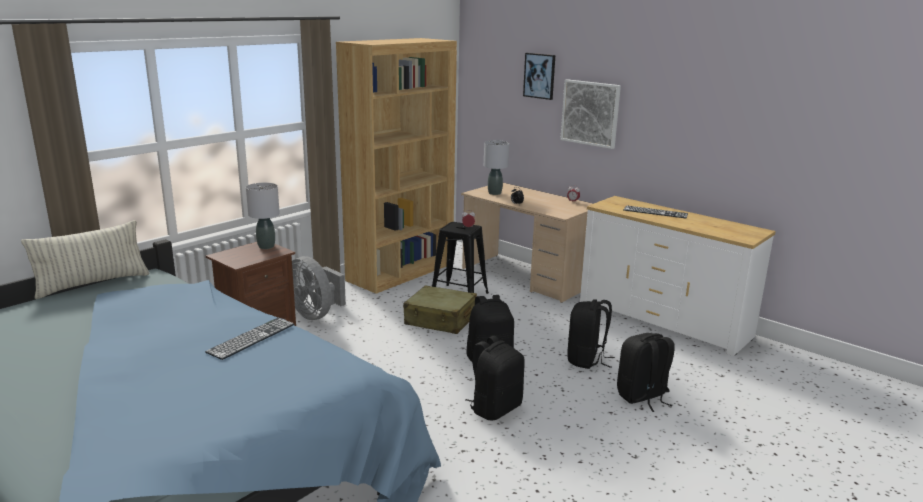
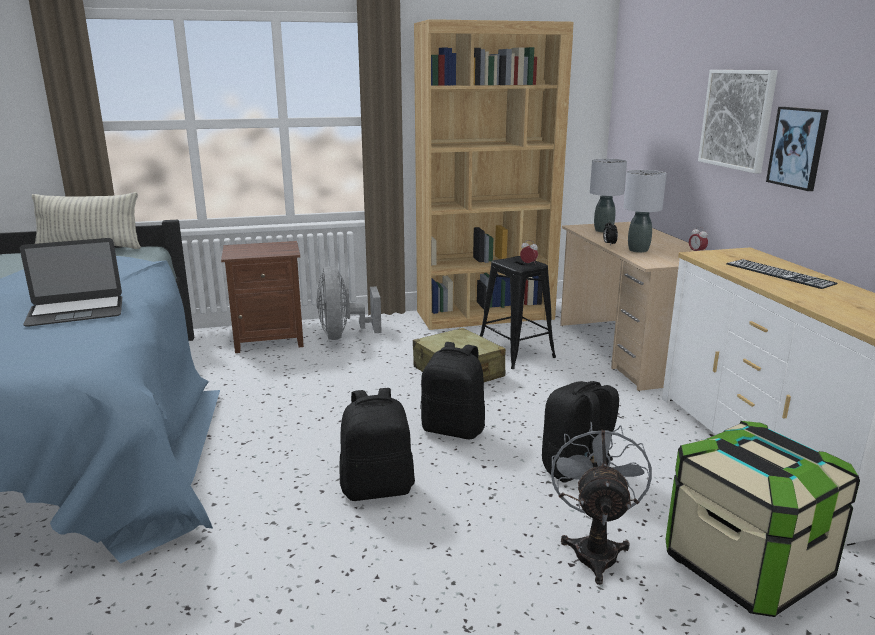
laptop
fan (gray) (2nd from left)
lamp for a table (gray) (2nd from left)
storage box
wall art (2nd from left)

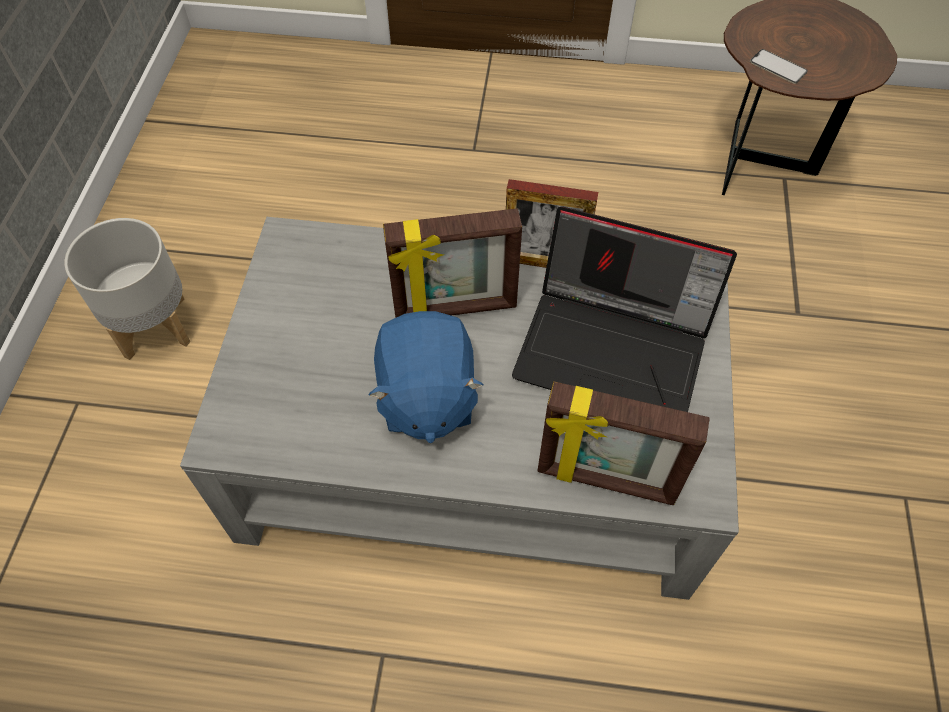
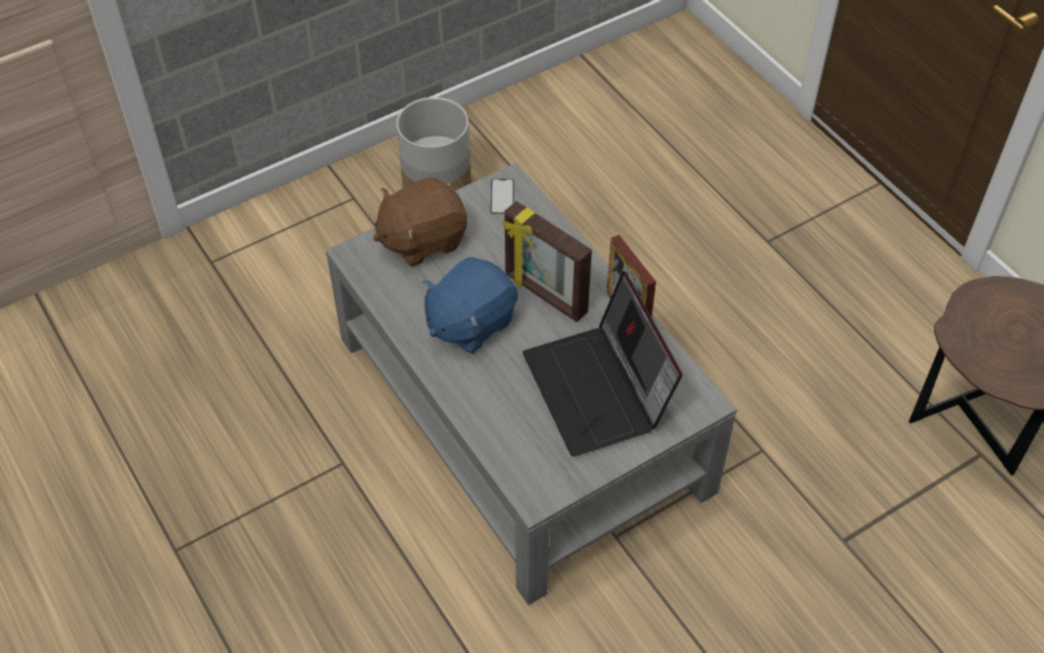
soft toy (brown-coloured)
telephone
standing frame (3rd from left in the first image)

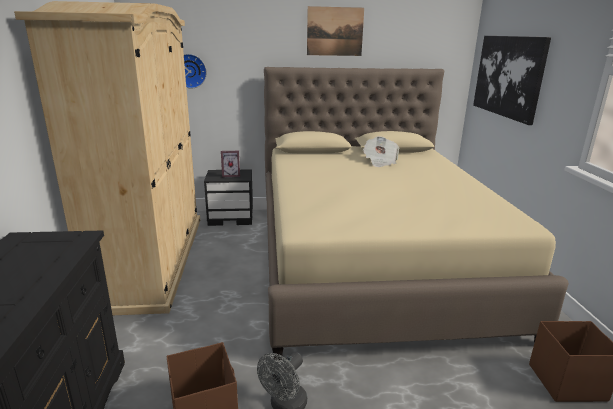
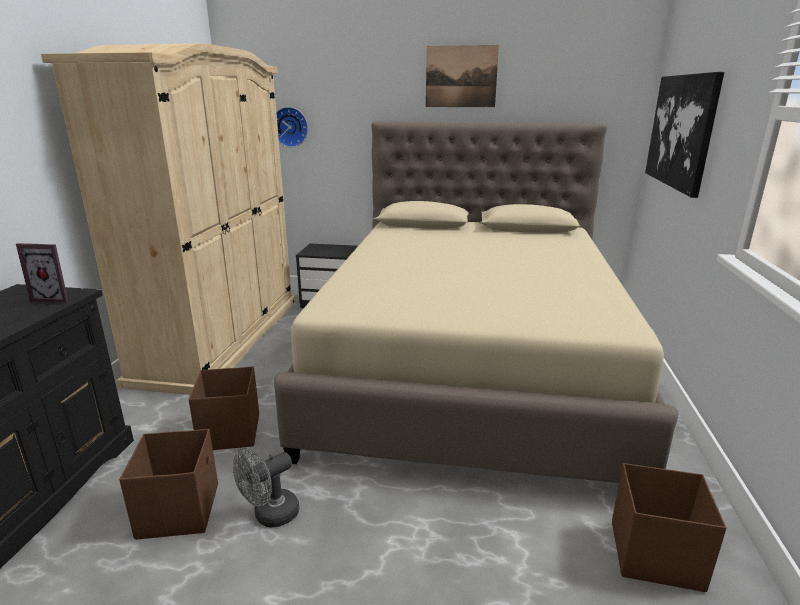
standing frame
storage box (brown-coloured) (2nd from left)
daily paper

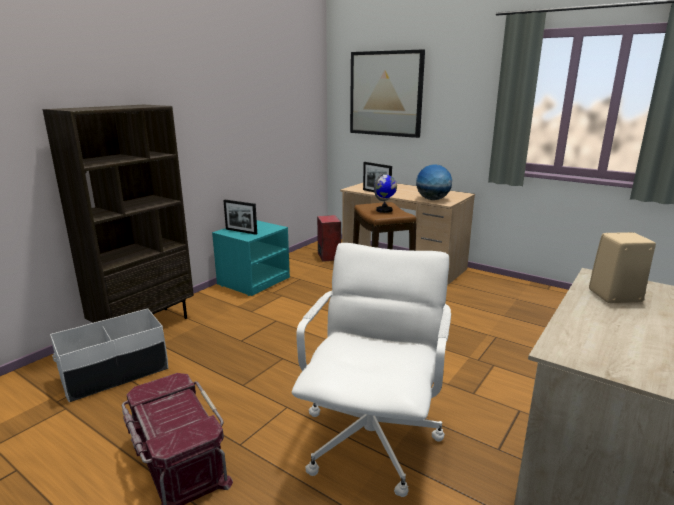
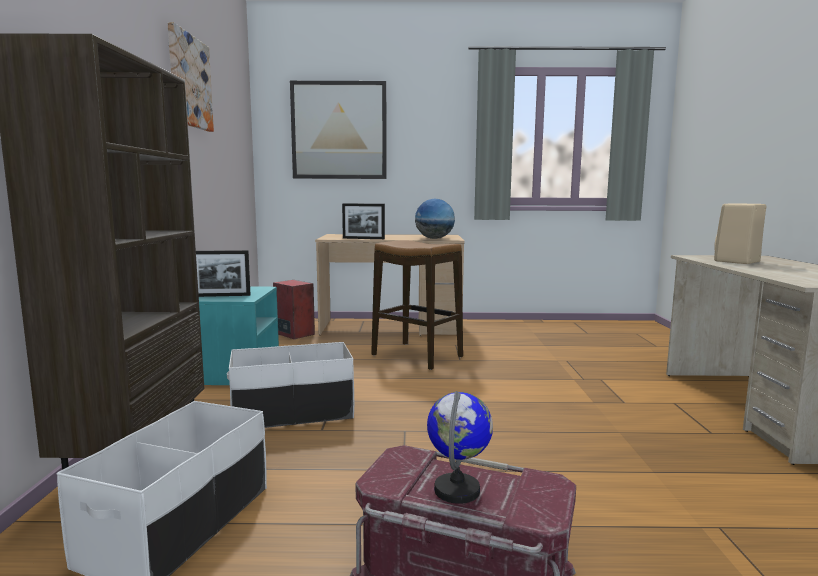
wall art (1st from left)
storage box (white-coloured) (2nd from left)
world globe (2nd from left)
computer chair (white-coloured)

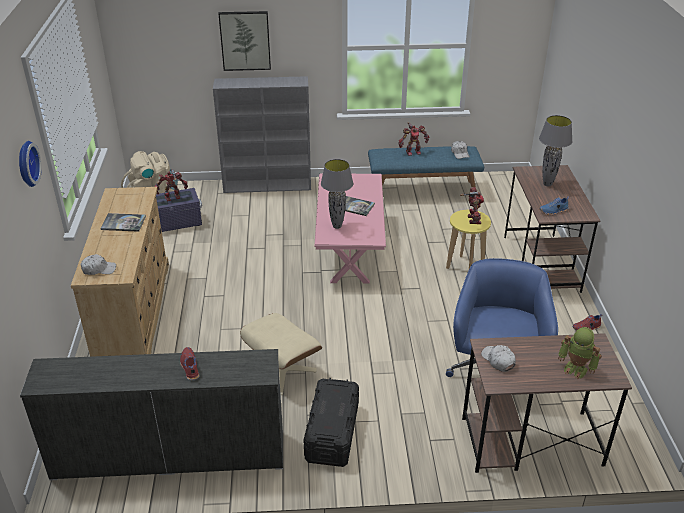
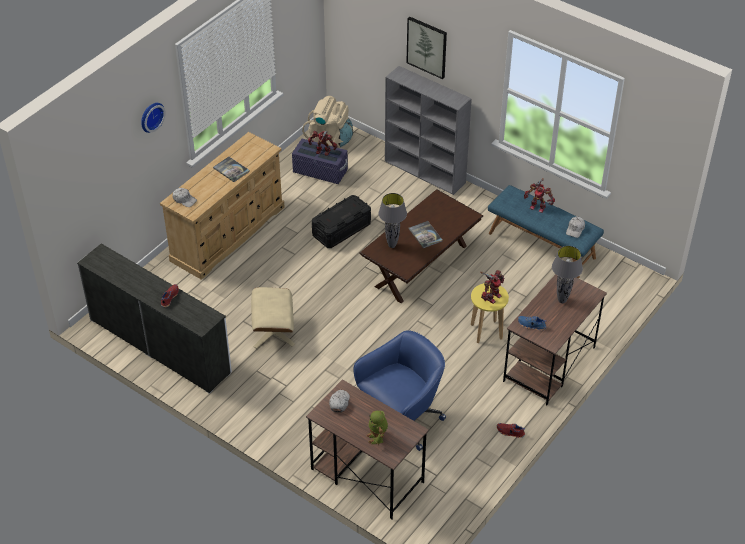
storage box (black)
coffee table (brown-coloured)

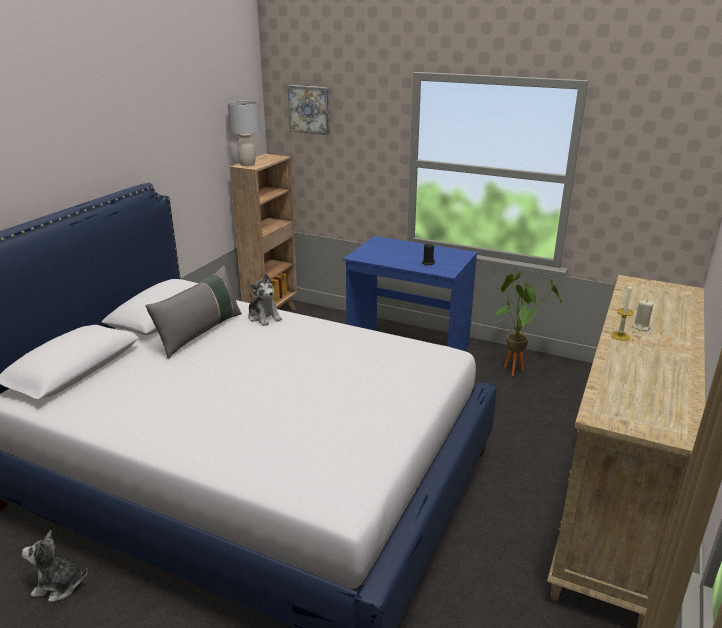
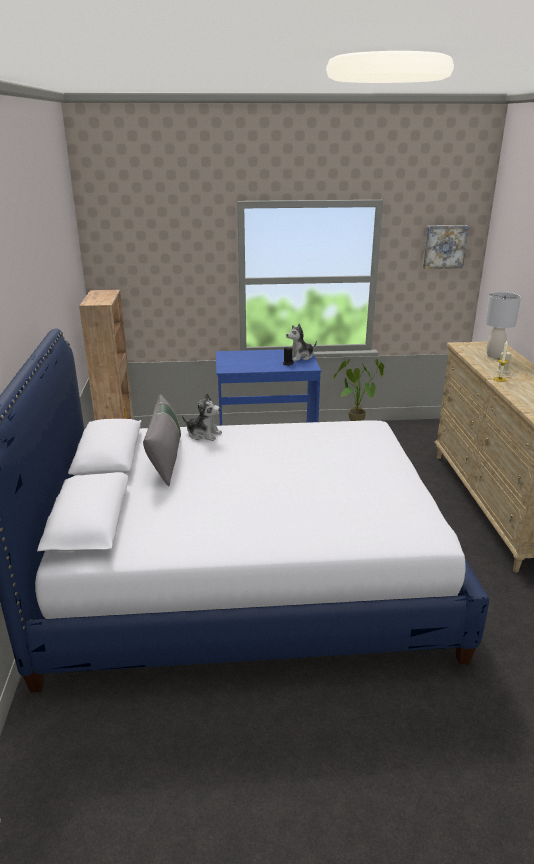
soft toy (2nd from left)
wall art
lamp for a table (gray)

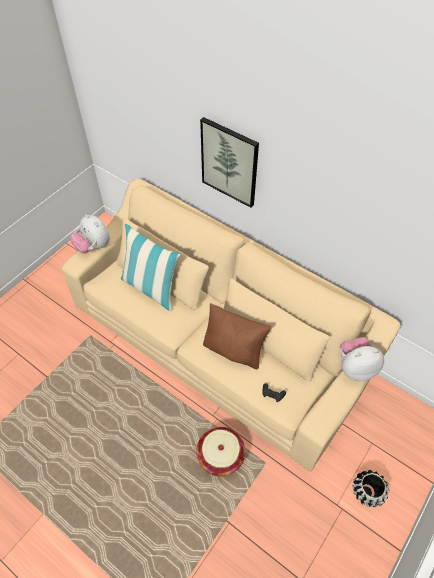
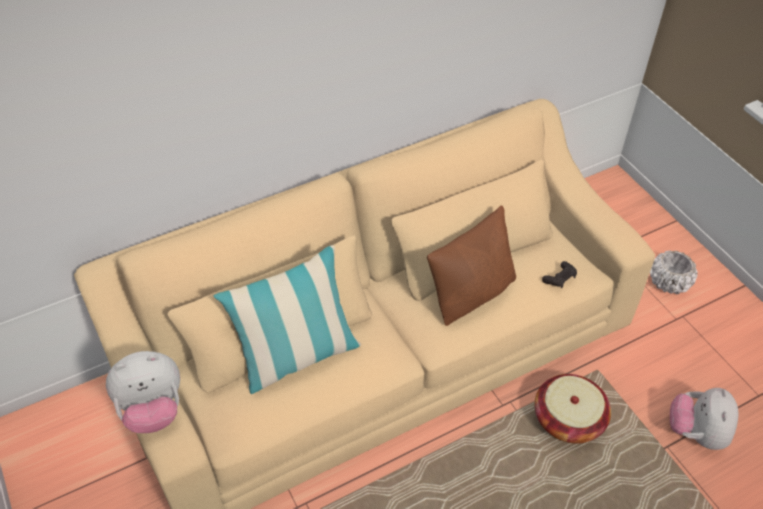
flower pot (white-coloured)
soft toy (2nd from left)
wall art

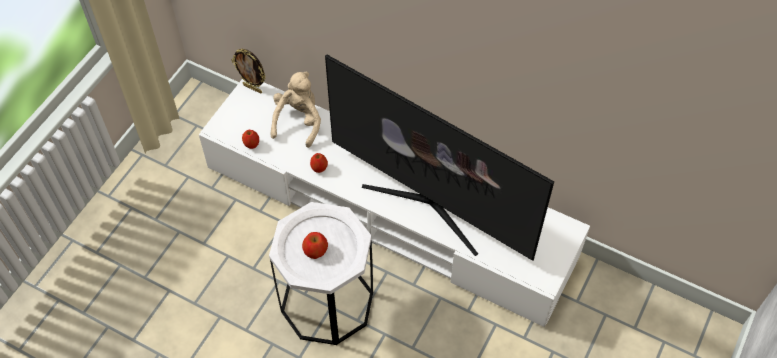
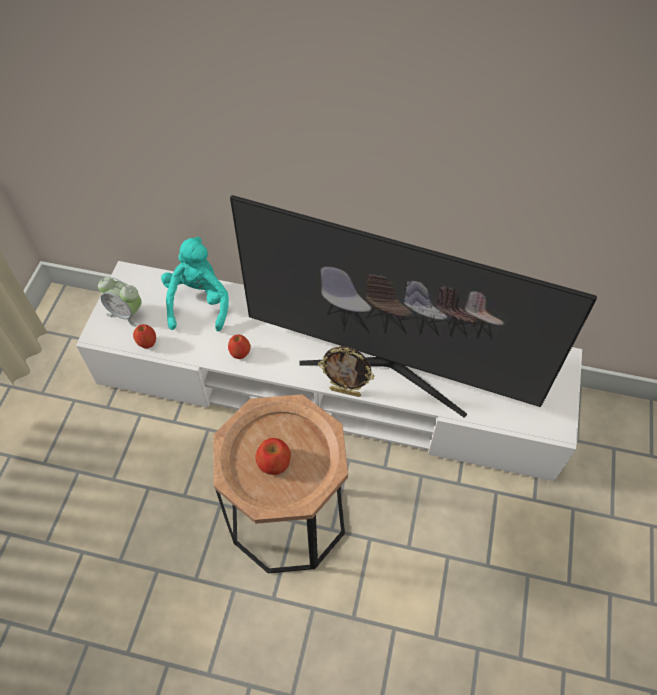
table clock
soft toy (turquoise-coloured)
side table (brown-coloured)
standing frame

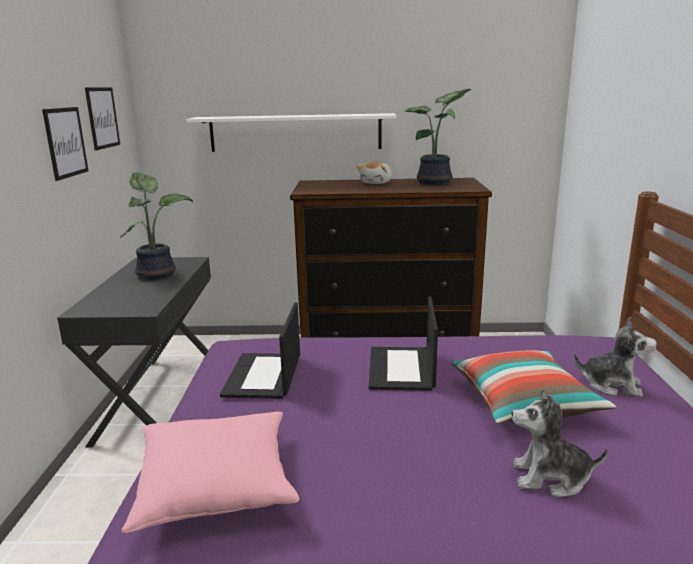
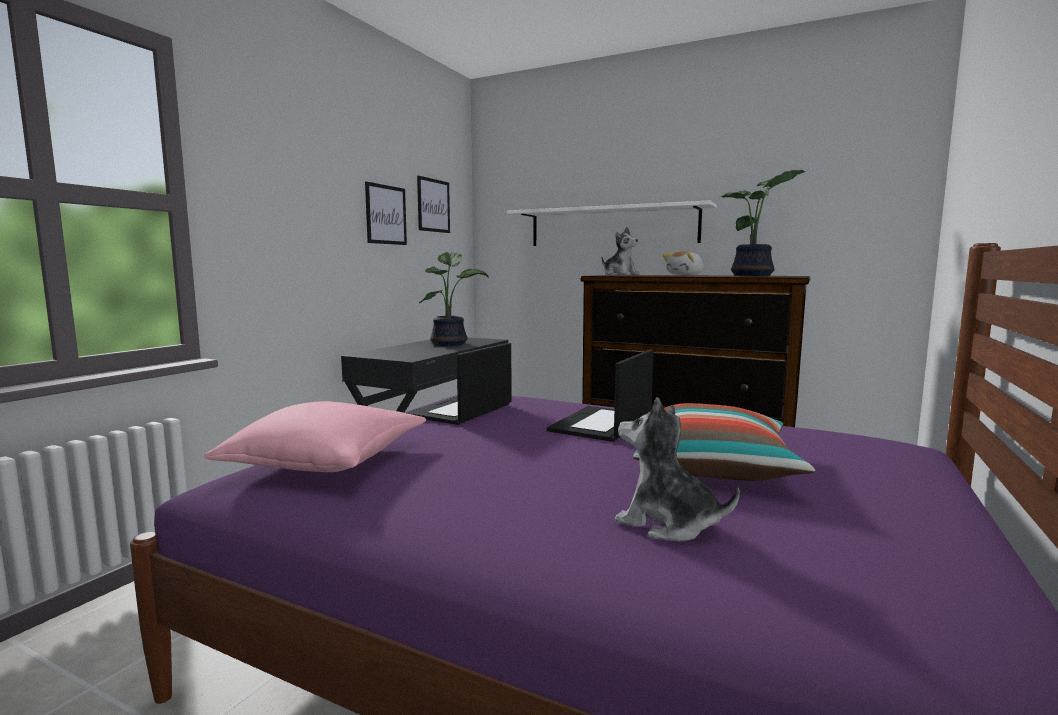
soft toy (1st from left)

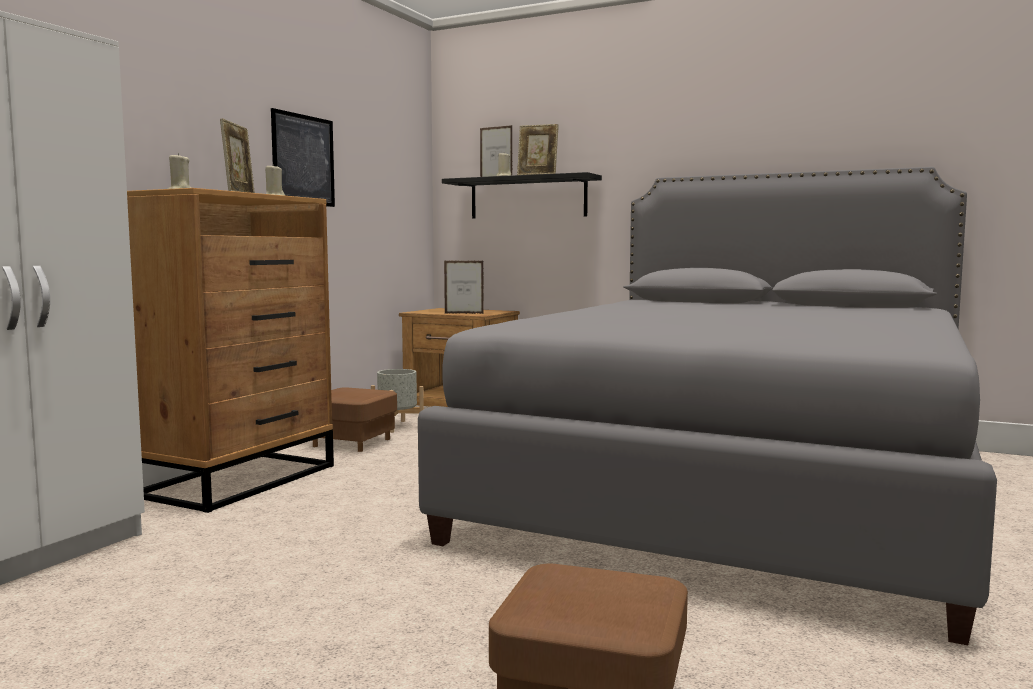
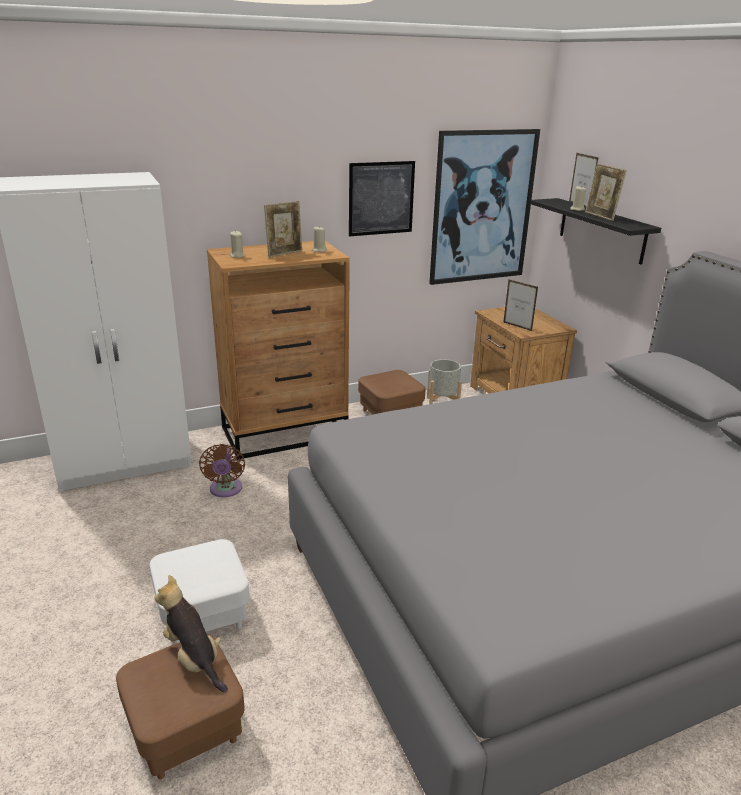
footrest (white-coloured)
soft toy
fan (brown-coloured)
wall art (2nd from left)

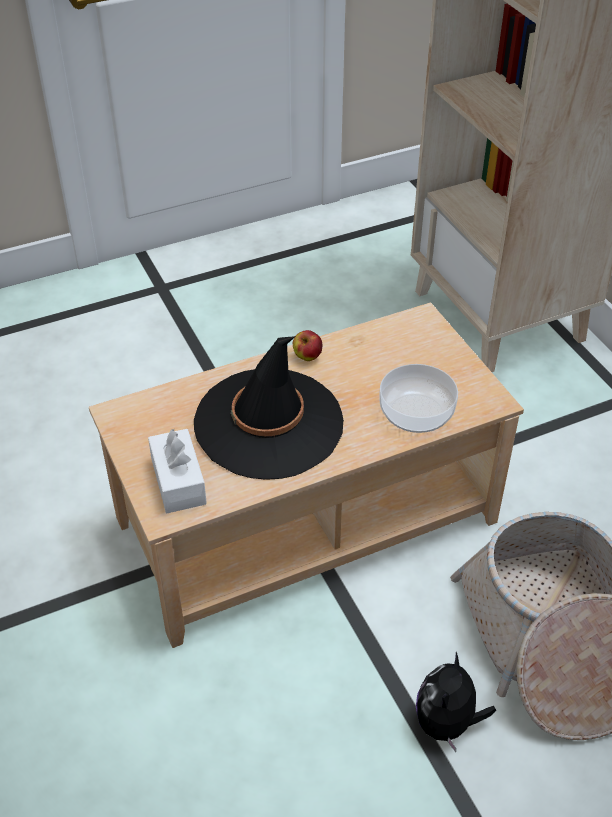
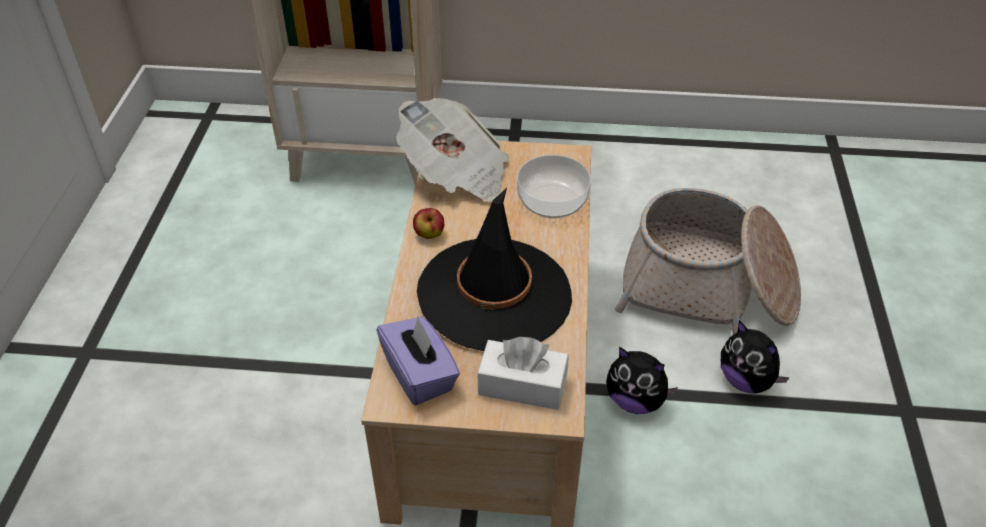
tissue box (purple-coloured)
daily paper
soft toy (1st from left)

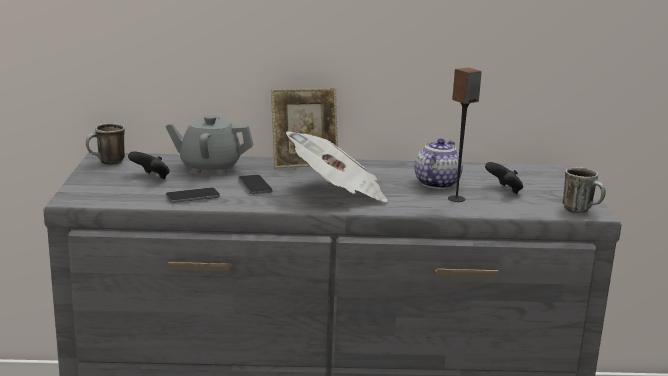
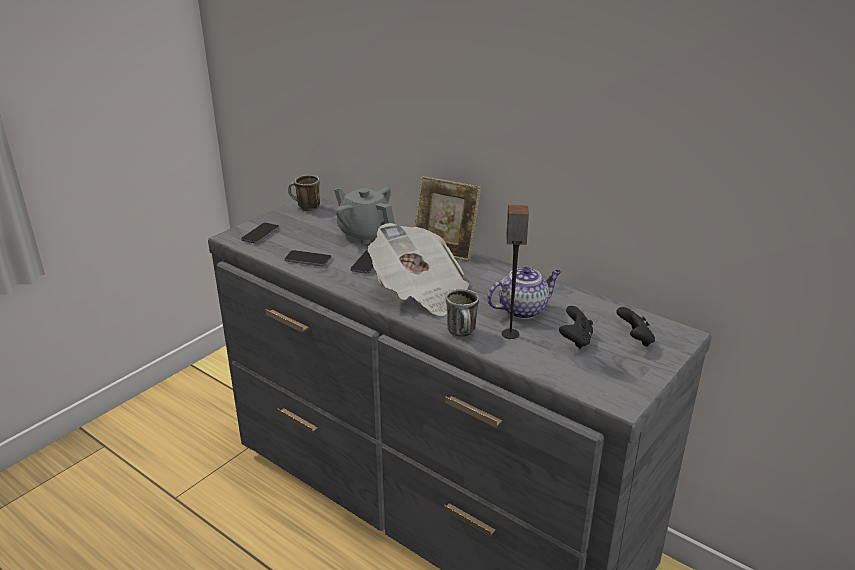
telephone (1st from left)
mug (2nd from left)
game controller (black) (2nd from left)

